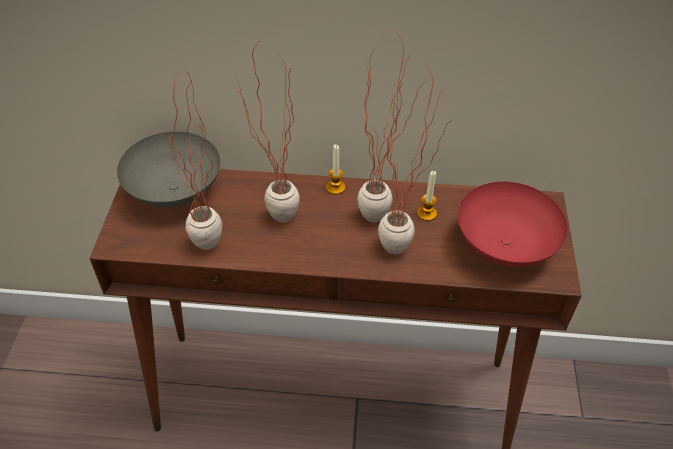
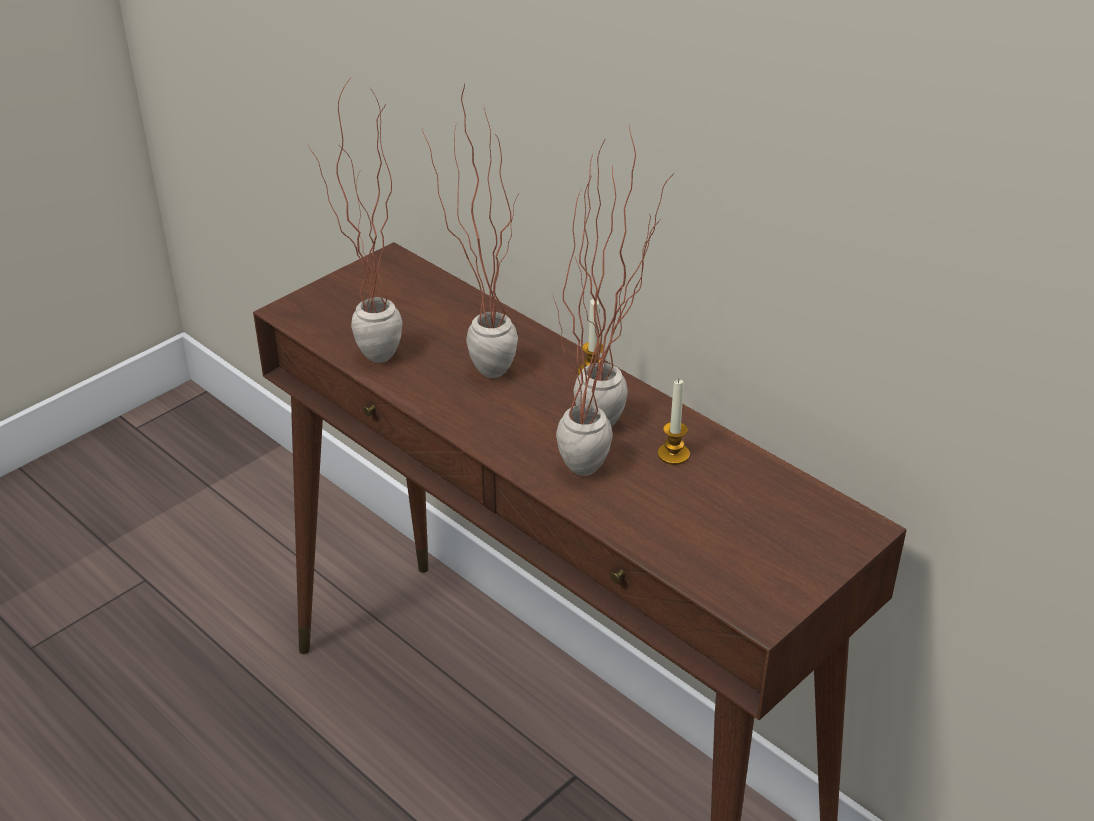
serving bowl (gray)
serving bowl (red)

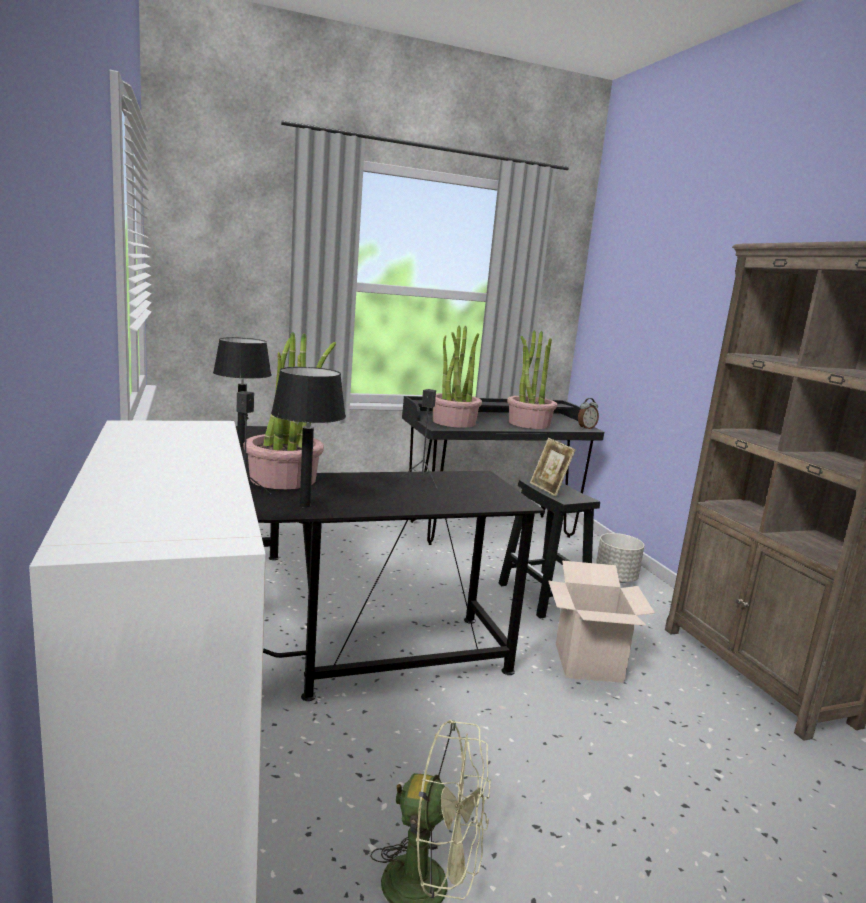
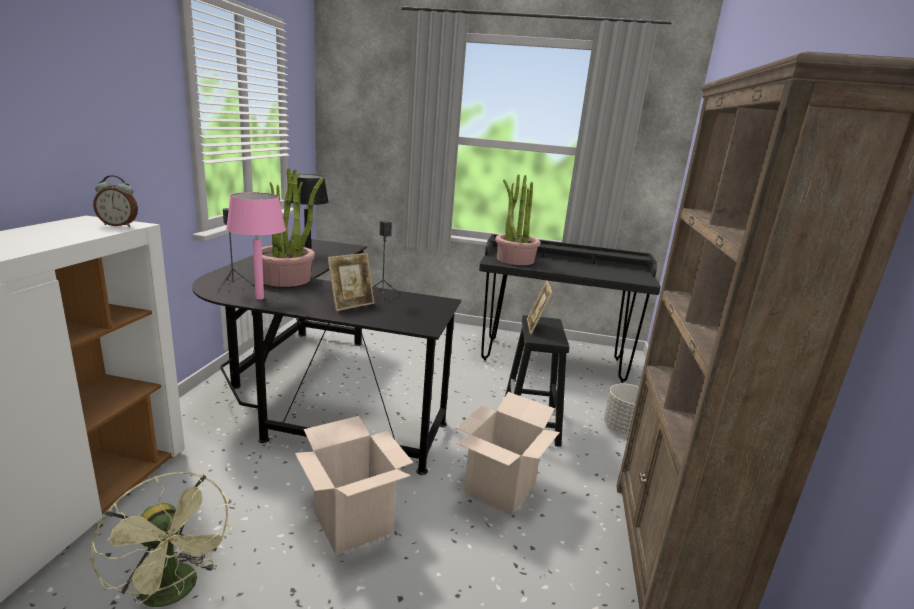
table clock
lamp for a table (pink)
packing box (1st from left)
standing frame (1st from left)
houseplant (3rd from left in the first image)

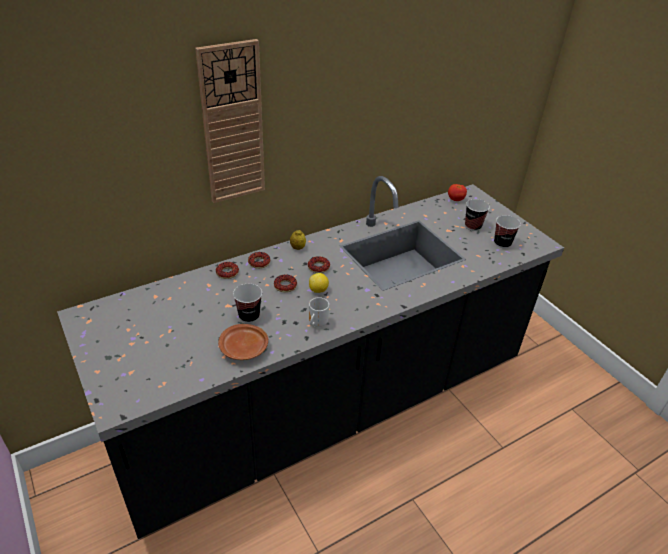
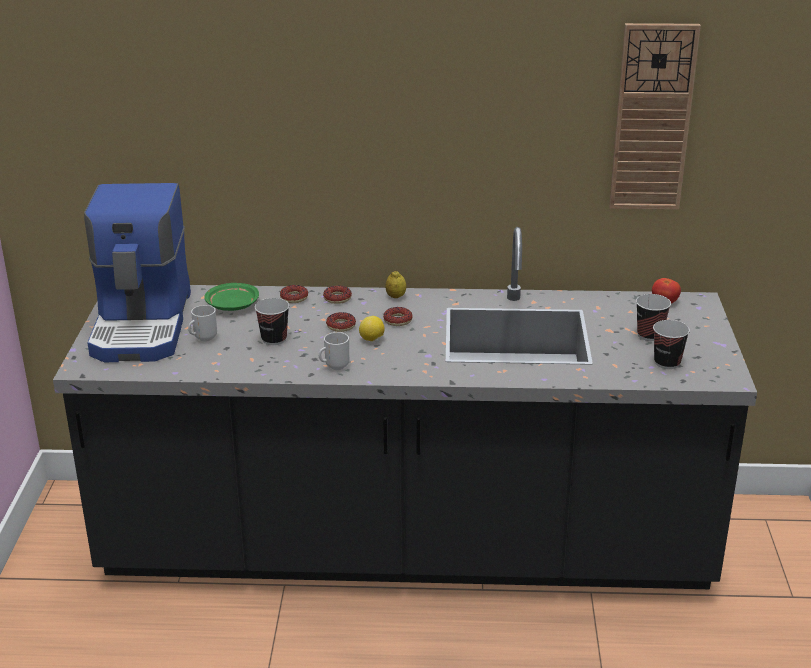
coffee brewer
mug (1st from left)
flat dish (greenish)
hanging clock
flat dish (brown-coloured)

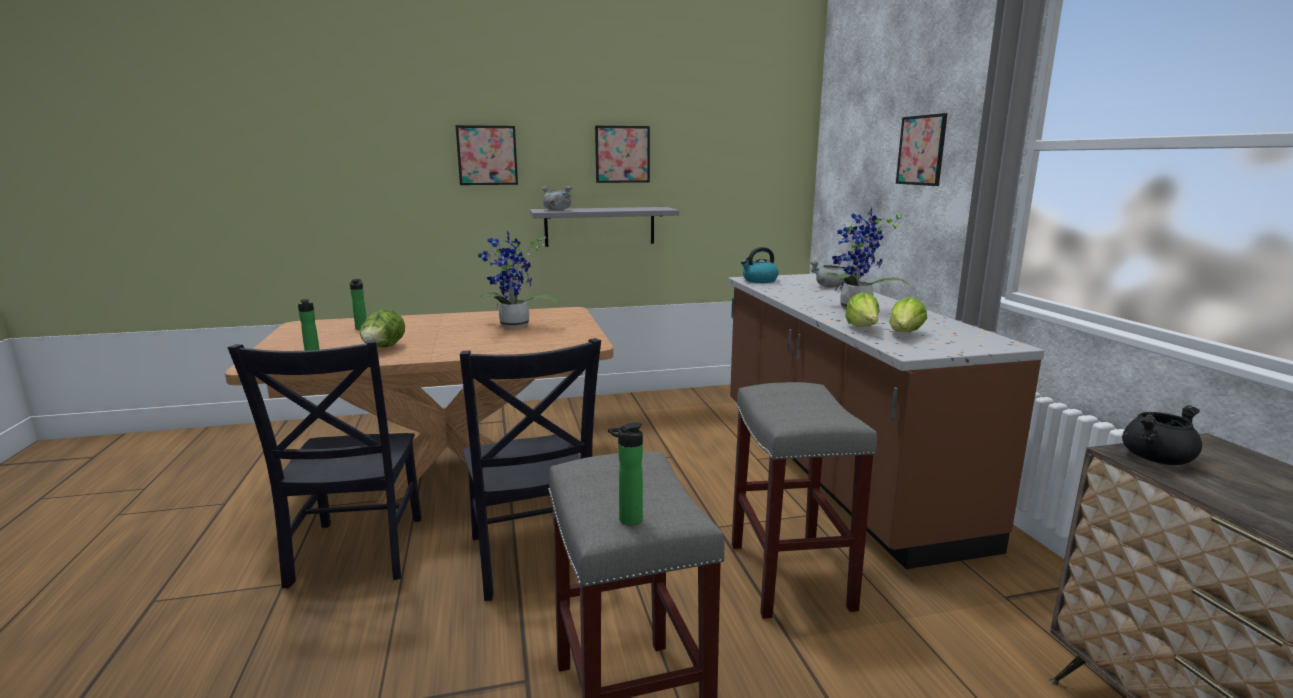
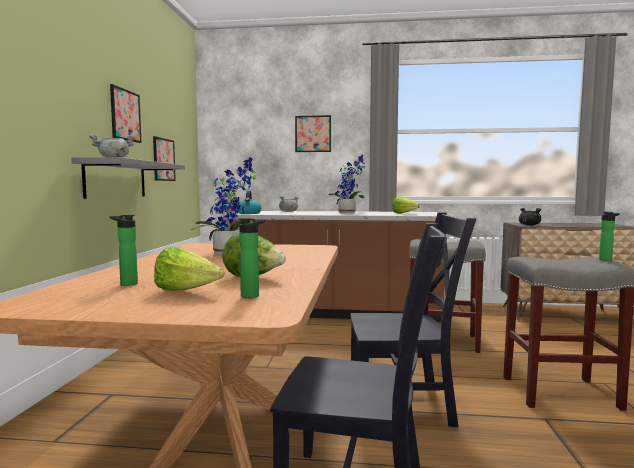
wall art (2nd from left)
lettuce head (1st from left)

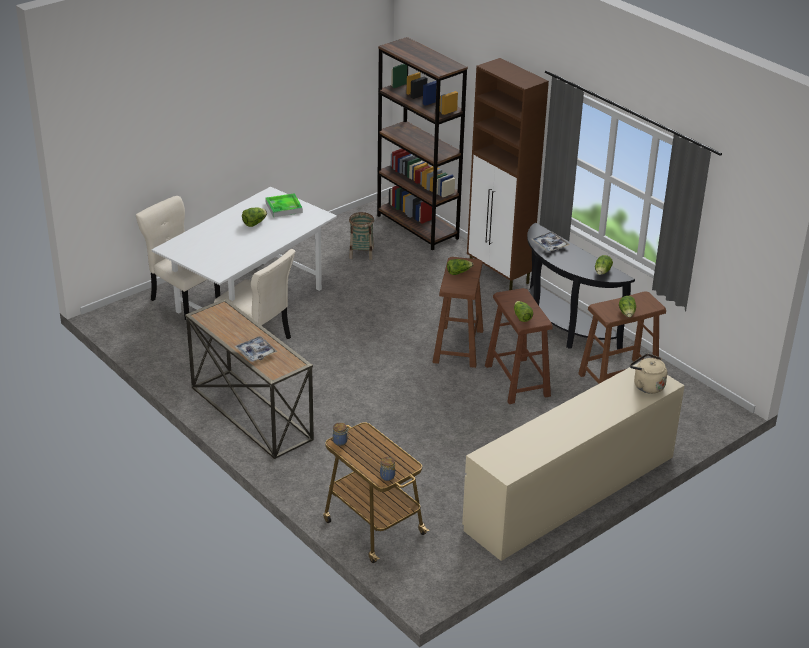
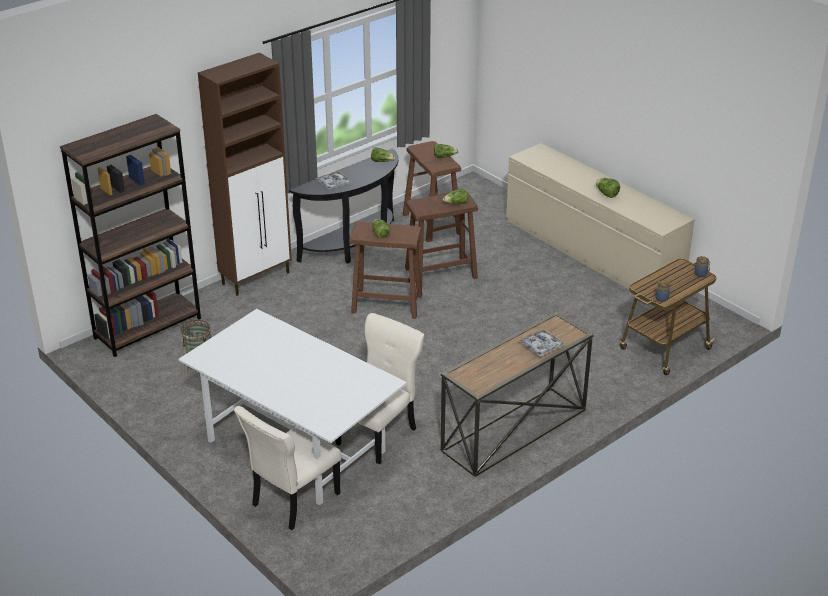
lettuce head (5th from left)
tray (2nd from left in the first image)
water kettle (beige)

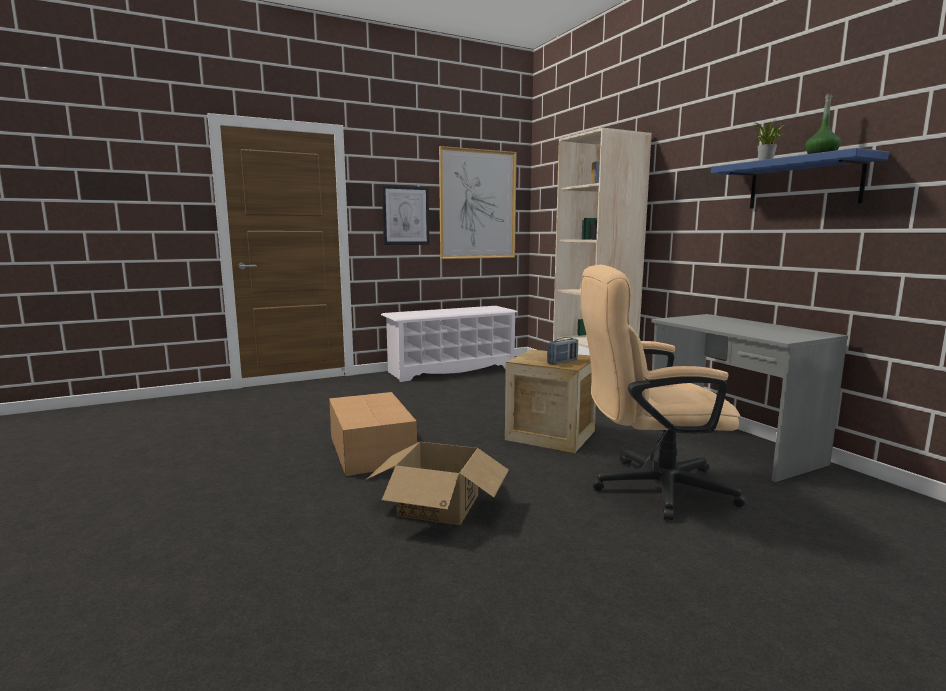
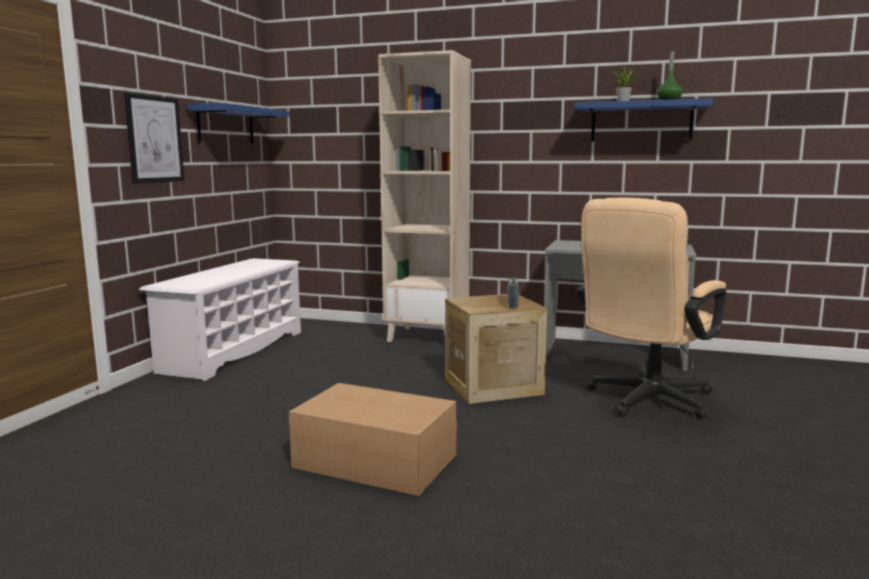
bracket shelf (blue-coloured) (1st from left)
packing box (2nd from left in the first image)

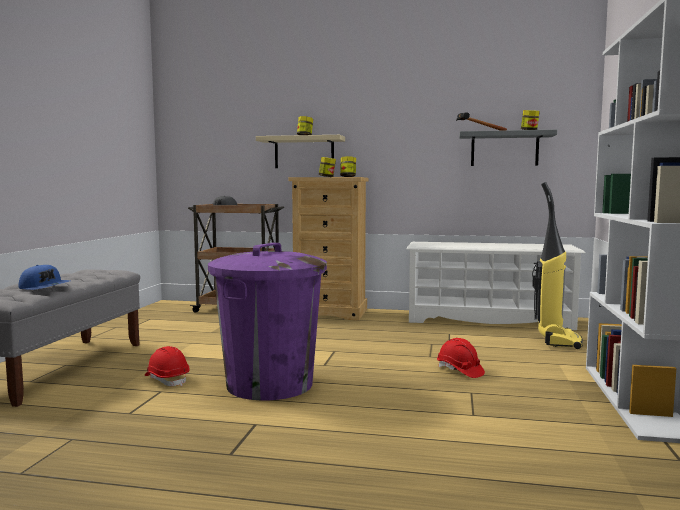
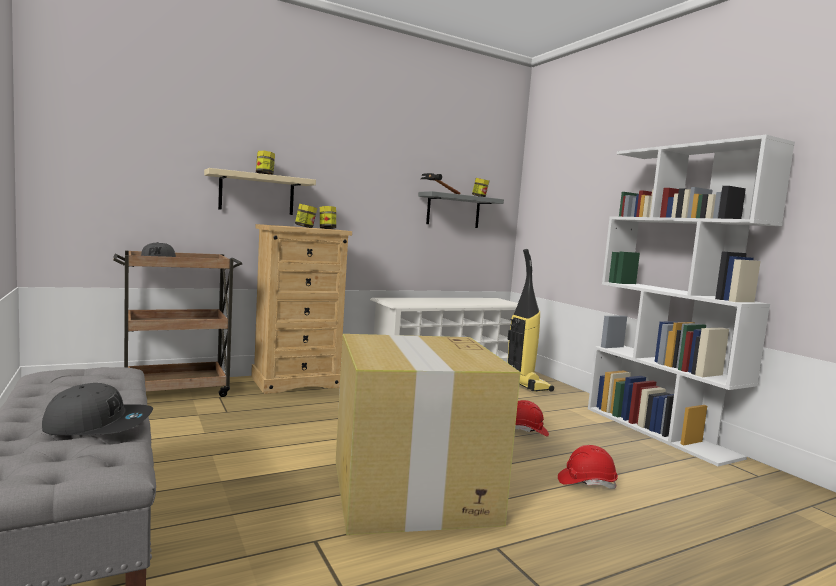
baseball cap (gray) (1st from left)
packing box
hard hat (red) (2nd from left)

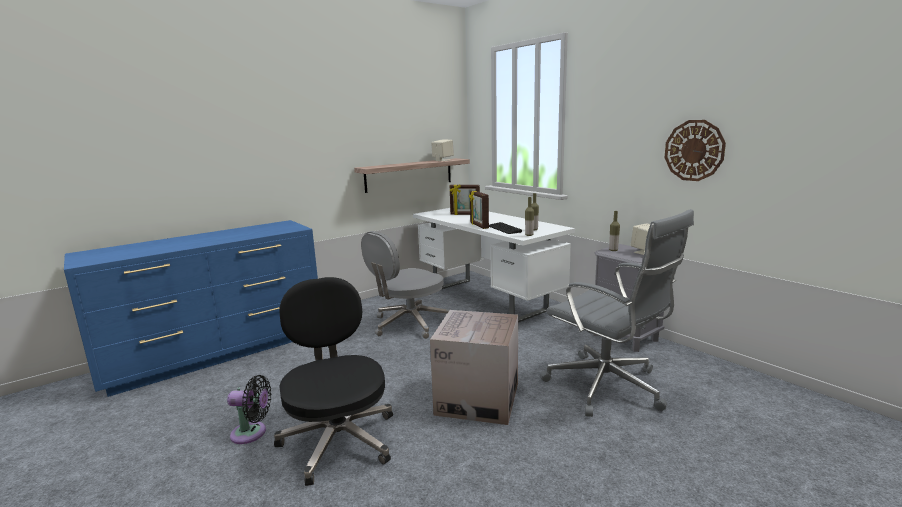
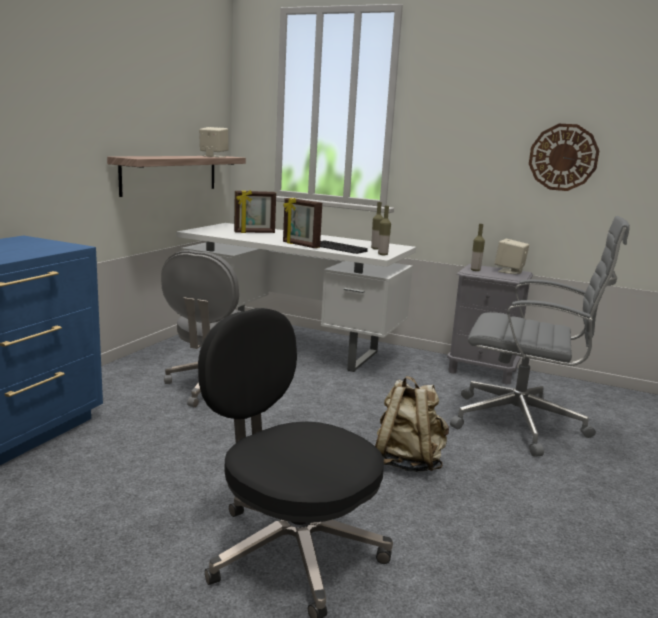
backpack (beige)
fan (black)

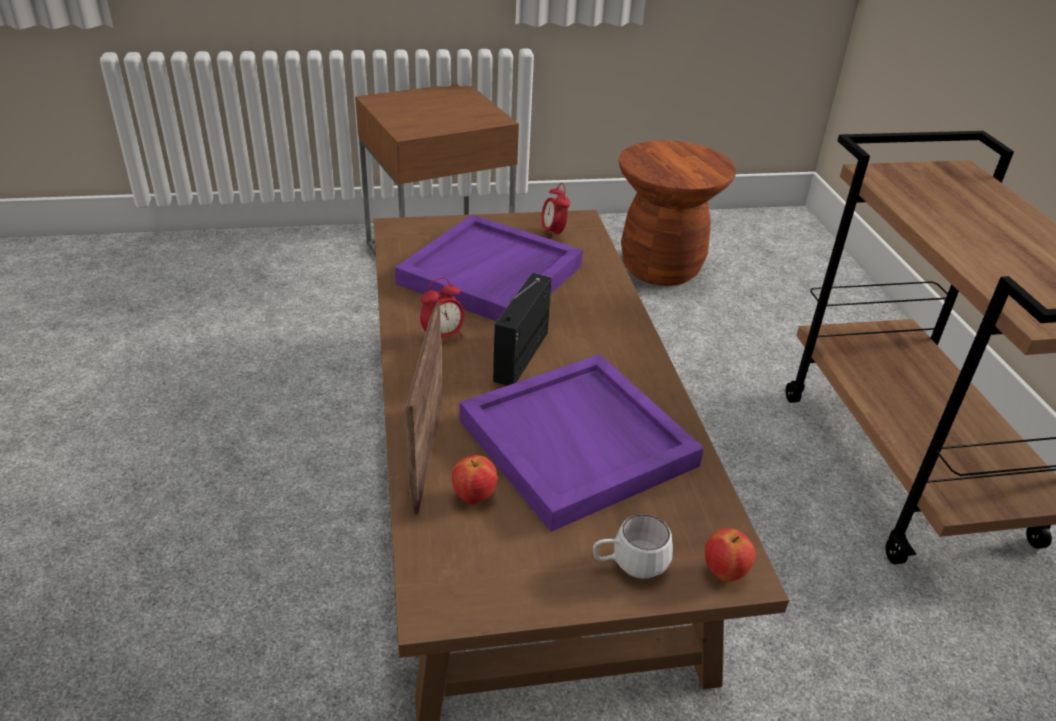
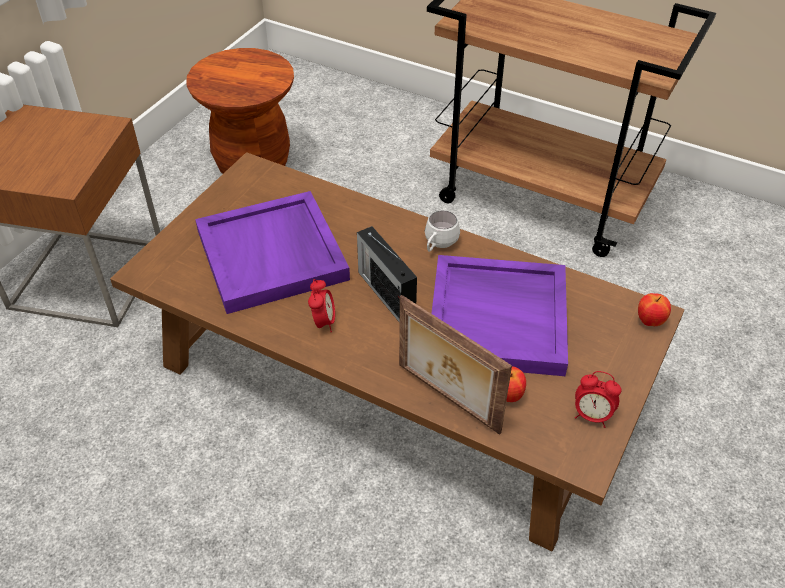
mug (white-coloured)
table clock (2nd from left)

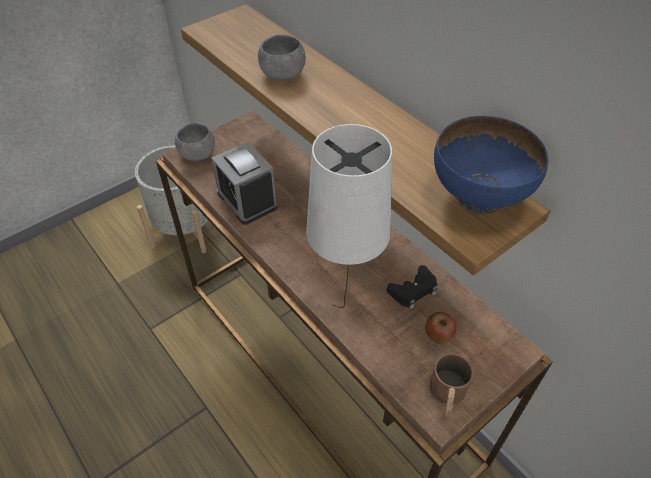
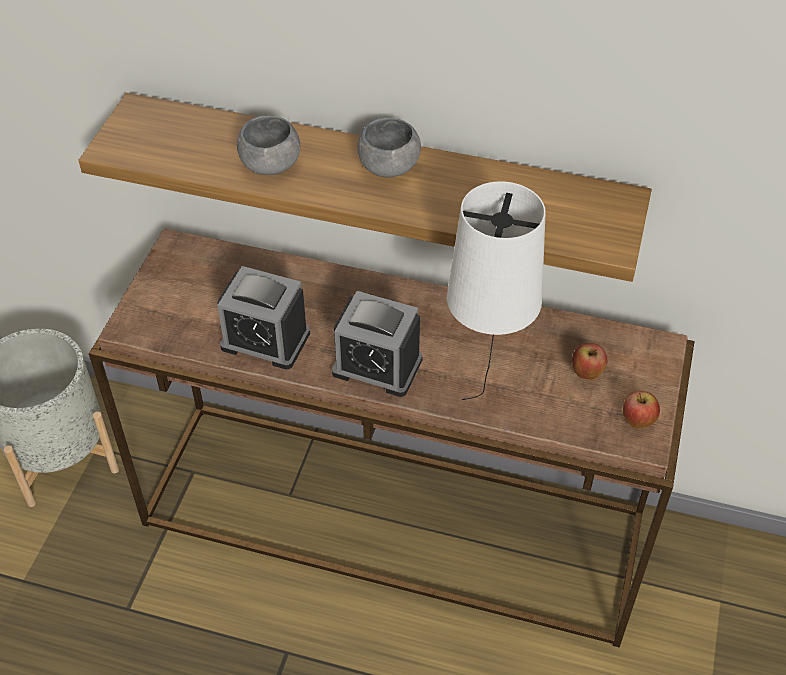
table clock (2nd from left)
serving bowl (gray) (2nd from left)
apple fruit (2nd from left)
game controller (black)
serving bowl (blue-coloured)

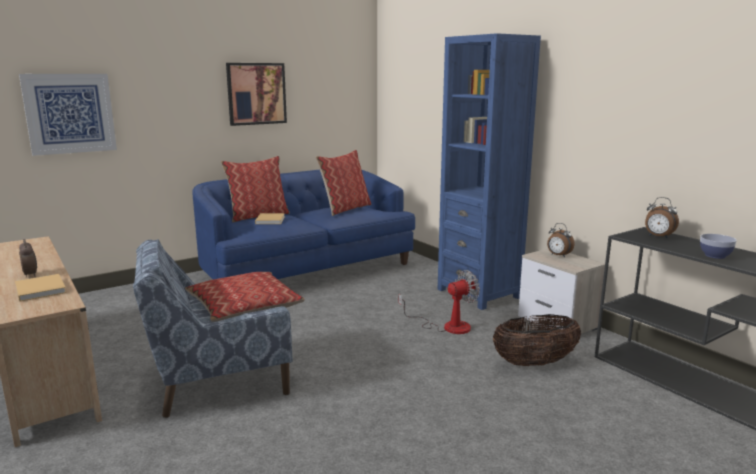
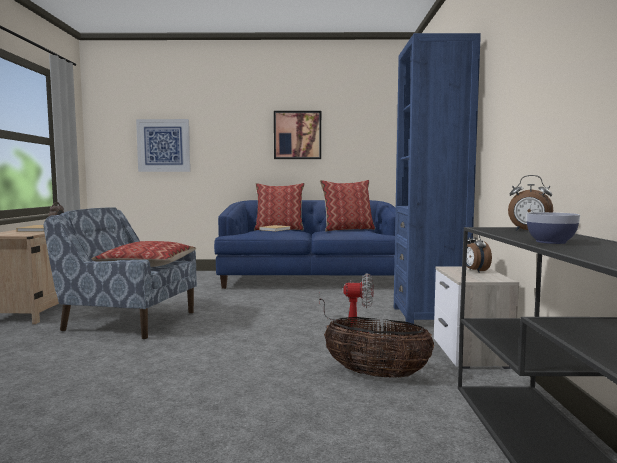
table clock (3rd from left)

